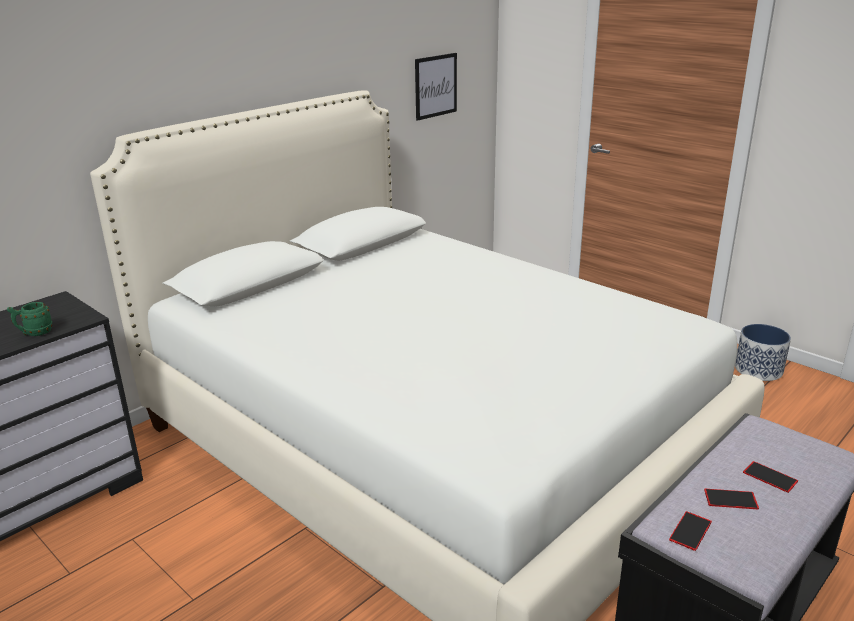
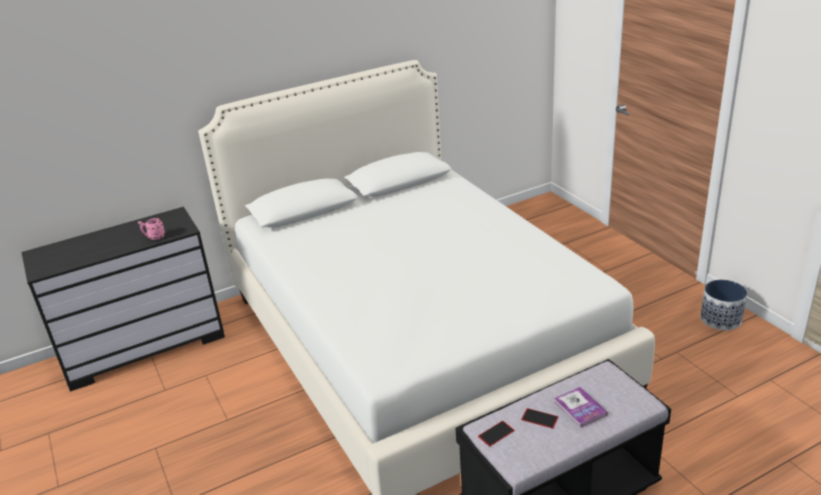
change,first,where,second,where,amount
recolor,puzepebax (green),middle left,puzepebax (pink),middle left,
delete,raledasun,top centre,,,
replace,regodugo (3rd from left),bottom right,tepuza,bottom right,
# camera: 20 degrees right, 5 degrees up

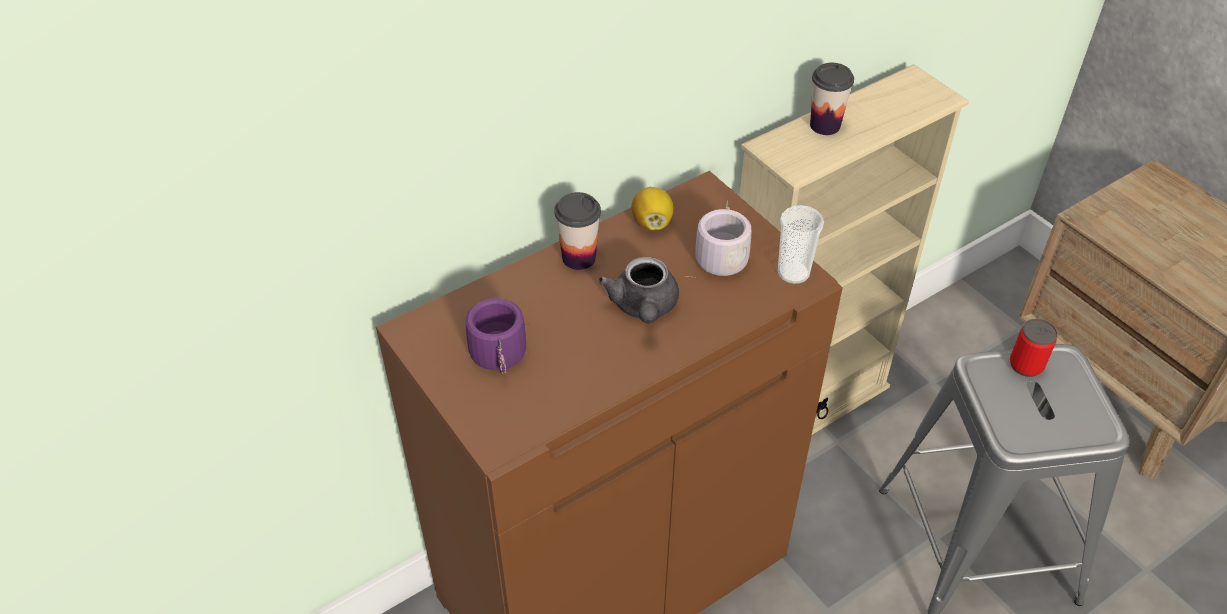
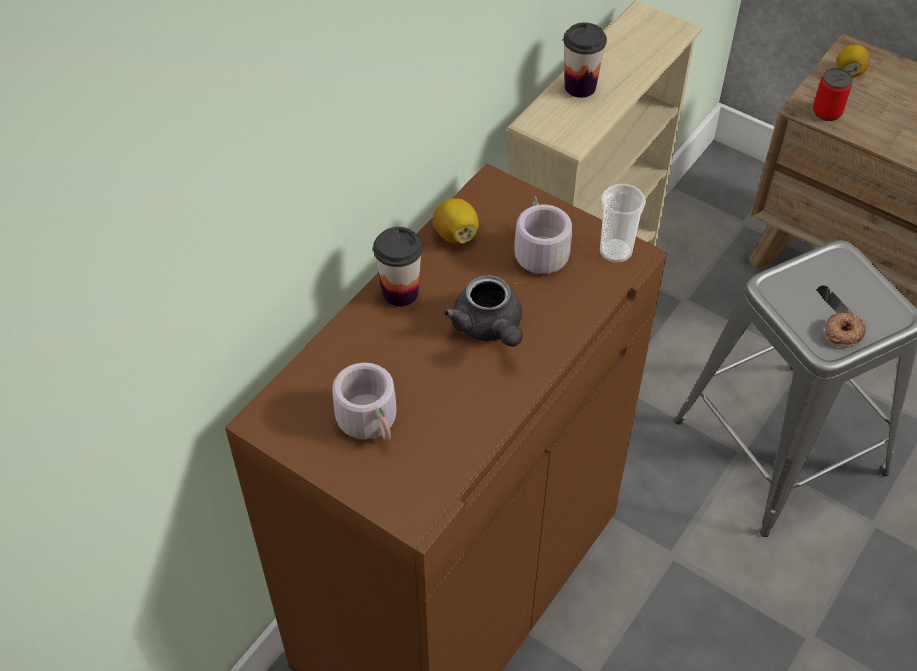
change,first,where,second,where,amount
recolor,puzepebax (purple),centre,puzepebax (grey) (1st from left),centre,
move,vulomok,middle right,,top right,
insert,,,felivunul,middle right,
insert,,,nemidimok (2nd from left),top right,
# camera: 20 degrees left, 5 degrees up

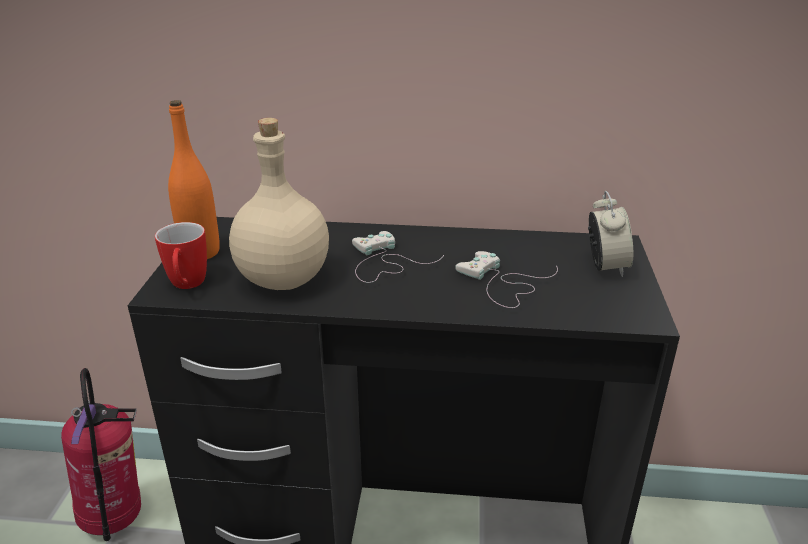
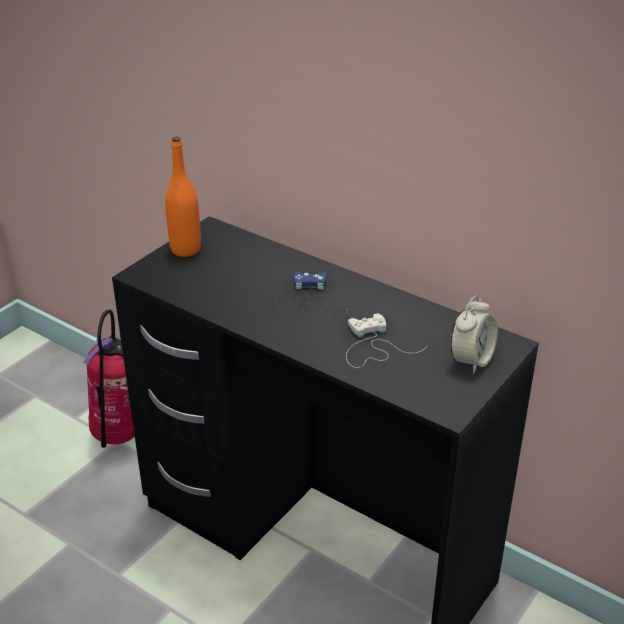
change,first,where,second,where,amount
delete,puzepebax,middle left,,,
delete,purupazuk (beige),centre,,,
recolor,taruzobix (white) (1st from left),centre,taruzobix (blue),centre,
# camera: 30 degrees right, 5 degrees up

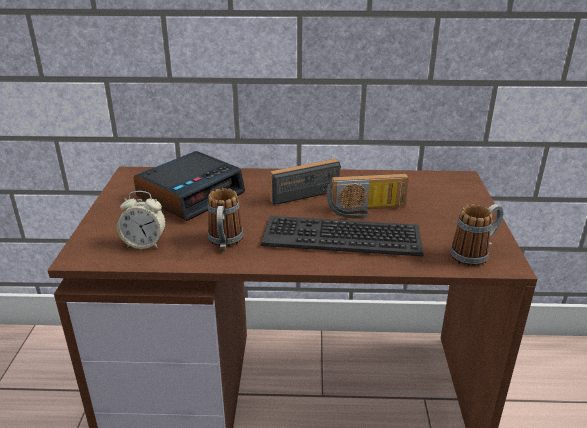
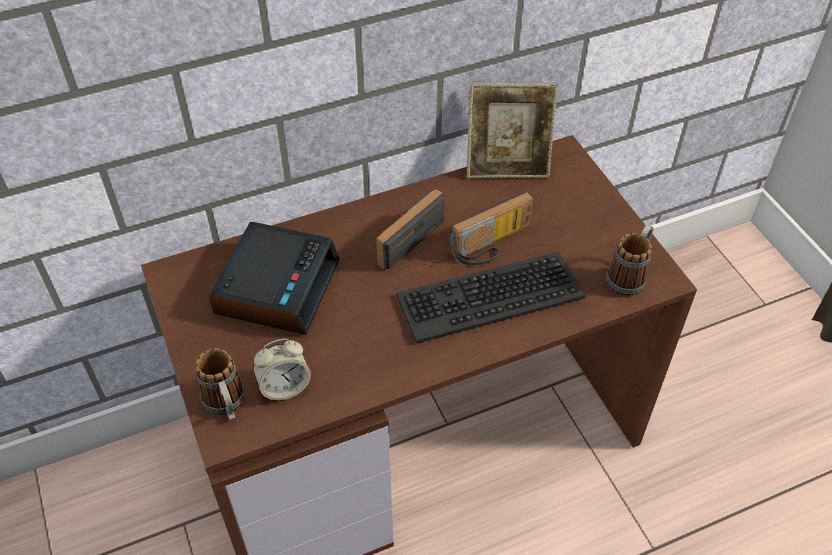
change,first,where,second,where,amount
move,puzepebax (1st from left),centre,,bottom left,
insert,,,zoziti,top centre,
# camera: 25 degrees left, 20 degrees up

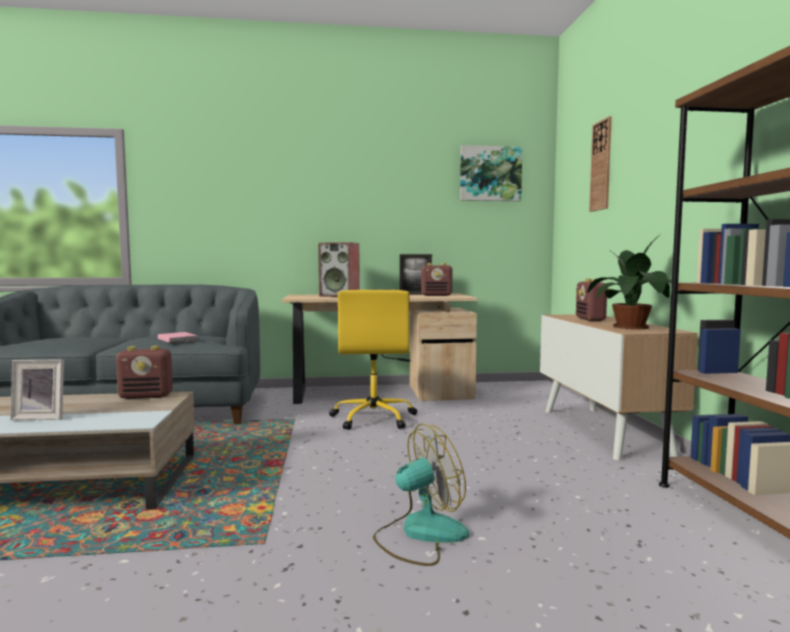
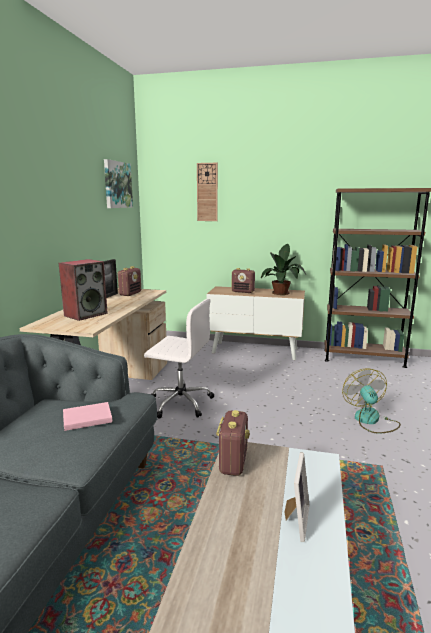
change,first,where,second,where,amount
recolor,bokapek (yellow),centre,bokapek (white),centre,
# camera: 70 degrees left, 10 degrees up

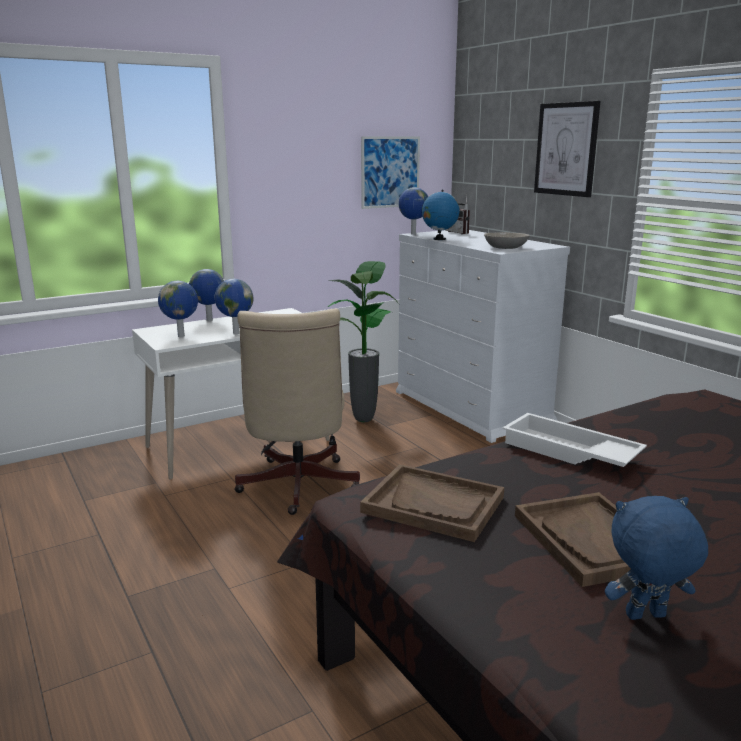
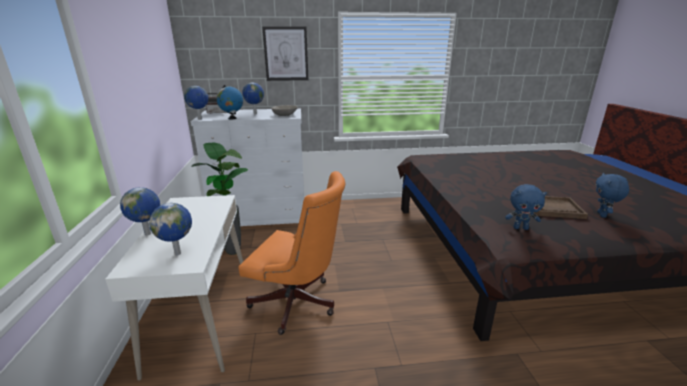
change,first,where,second,where,amount
move,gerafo (3rd from left in the first image),middle left,gerafo (5th from left),top centre,
recolor,bokapek (beige),centre,bokapek (orange),centre,
replace,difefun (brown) (1st from left),bottom centre,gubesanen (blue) (1st from left),middle right,
delete,raledasun (1st from left),top centre,,,
delete,difefun (white),middle right,,,
# camera: 65 degrees left, 5 degrees up

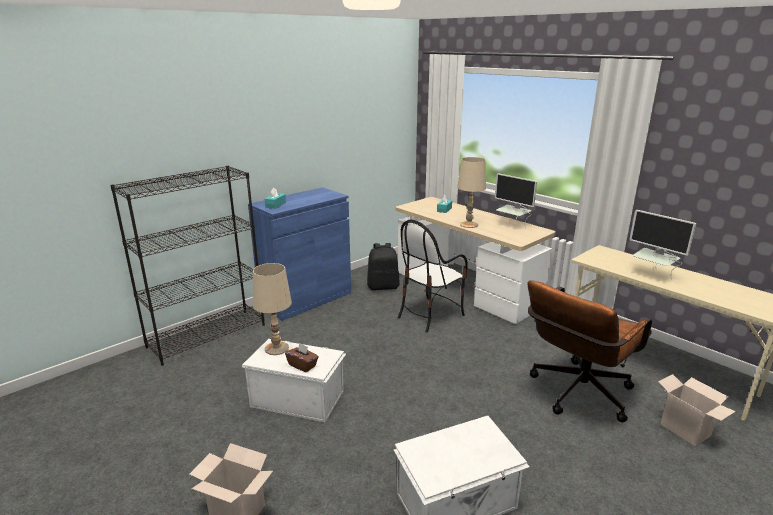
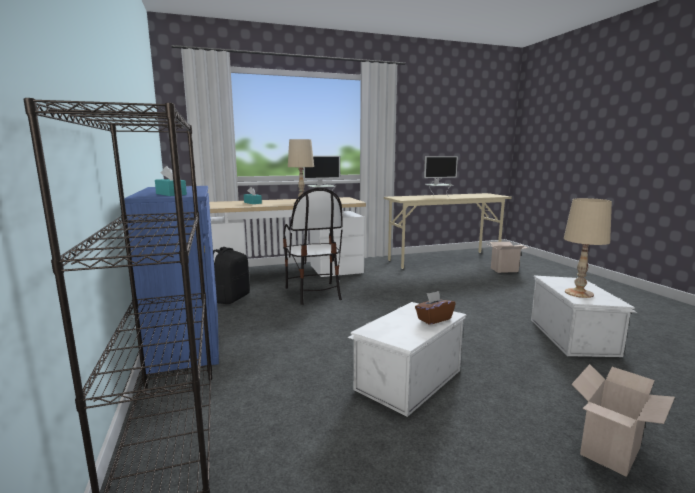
change,first,where,second,where,amount
move,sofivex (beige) (1st from left in the first image),centre,sofivex (beige) (2nd from left),middle right,
delete,bokapek (brown),bottom right,,,
# camera: 65 degrees left, 10 degrees down

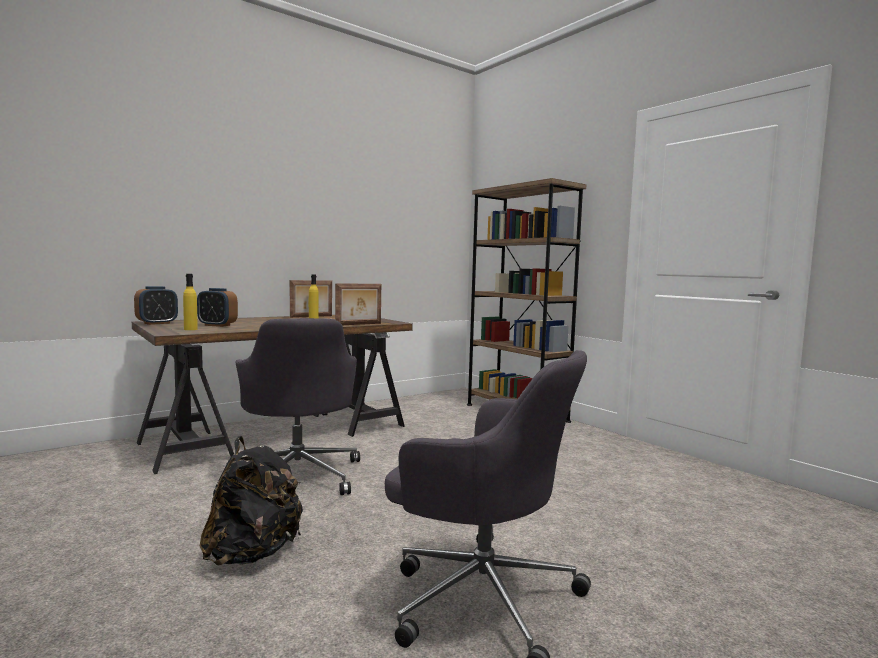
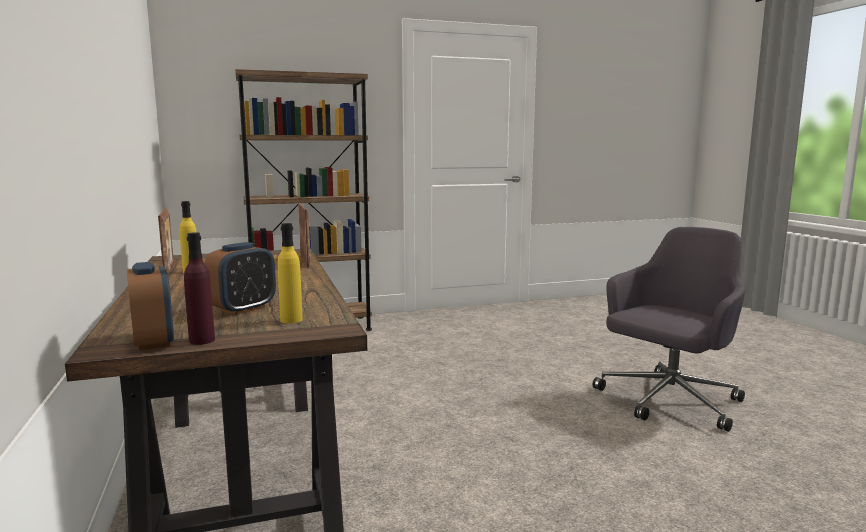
change,first,where,second,where,amount
delete,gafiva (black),bottom left,,,
delete,bokapek (grey) (1st from left),centre,,,
insert,,,purupazuk (purple),middle left,
# camera: 70 degrees left, 5 degrees up

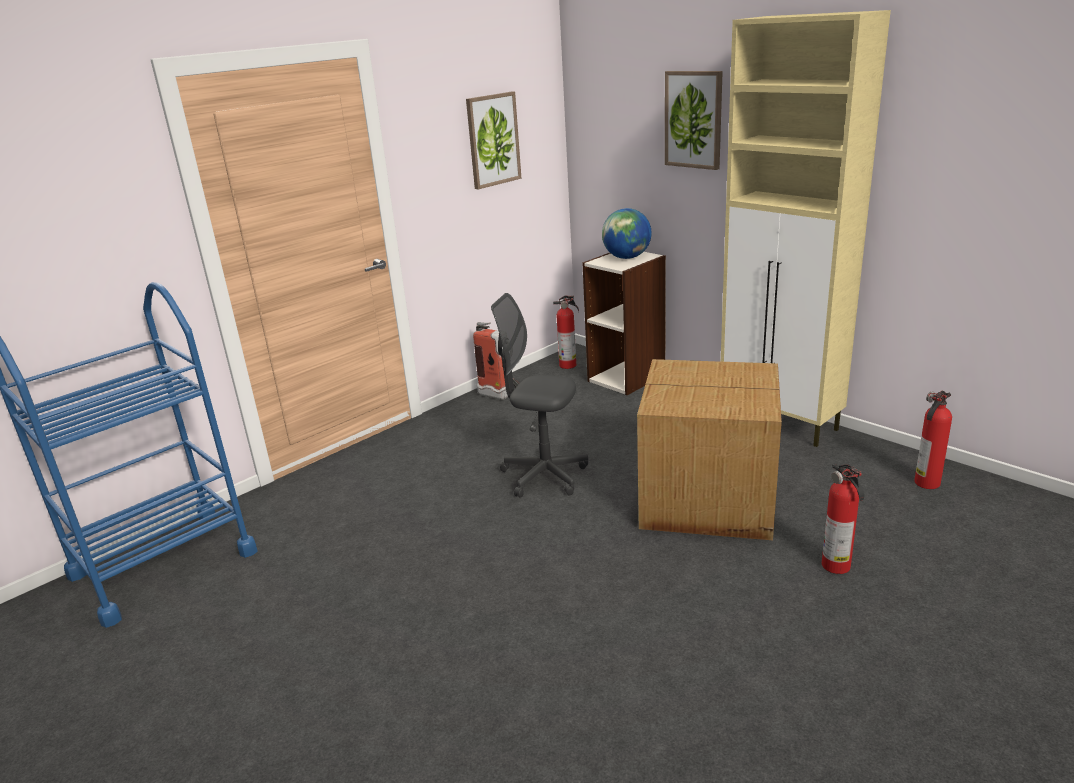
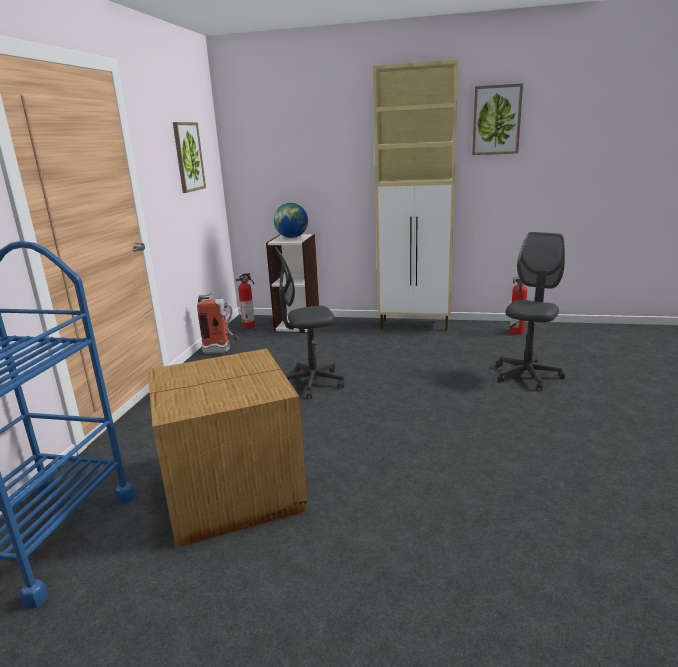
change,first,where,second,where,amount
move,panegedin,centre,,bottom centre,
move,raledasun (2nd from left),top centre,,top right,
replace,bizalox (3rd from left),middle right,bokapek (grey) (2nd from left),middle right,
# camera: 35 degrees left, 5 degrees down

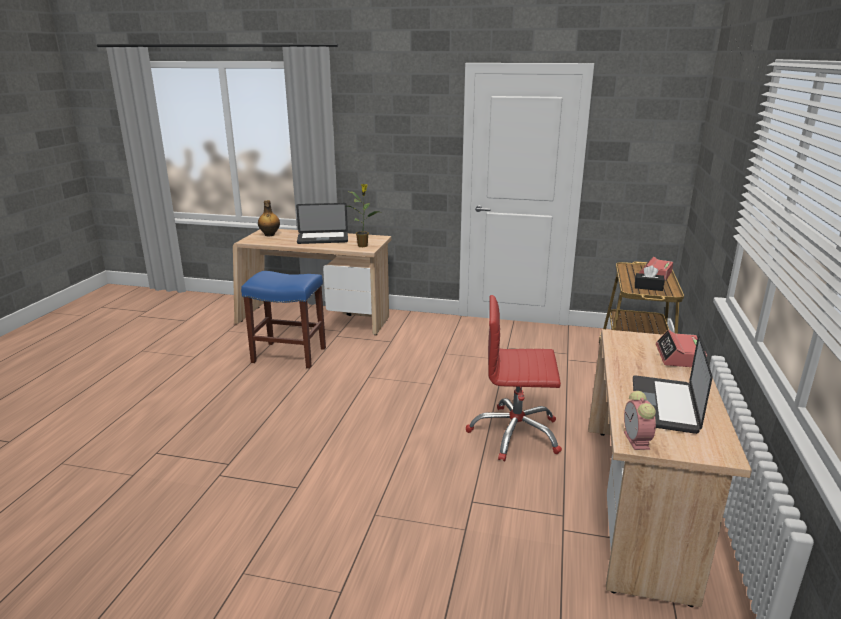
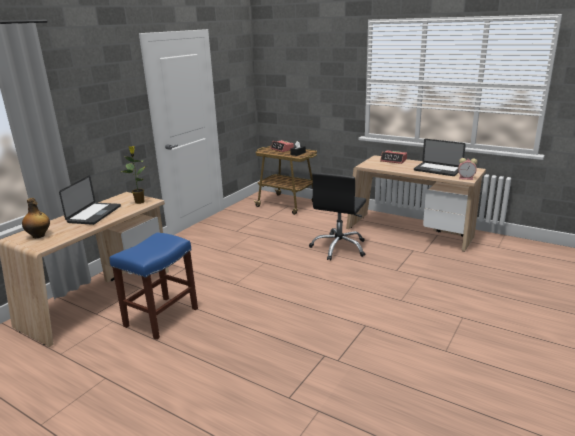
change,first,where,second,where,amount
recolor,bokapek (red),centre,bokapek (black),centre,
# camera: 70 degrees left, 0 degrees up

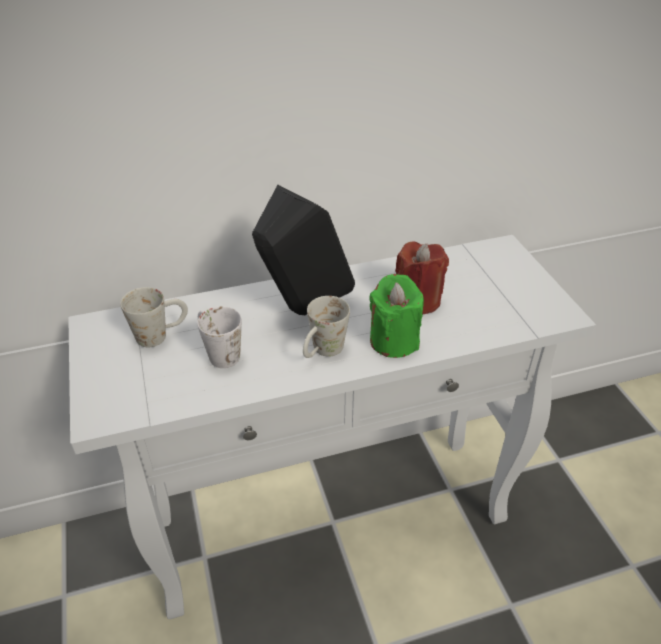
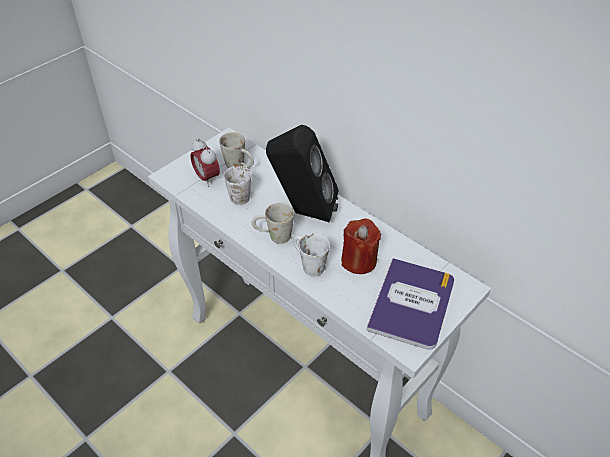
change,first,where,second,where,amount
replace,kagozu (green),centre,puzepebax (white) (4th from left),centre,
insert,,,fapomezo,centre,
insert,,,tepuza,middle right,
# camera: 60 degrees right, 5 degrees up

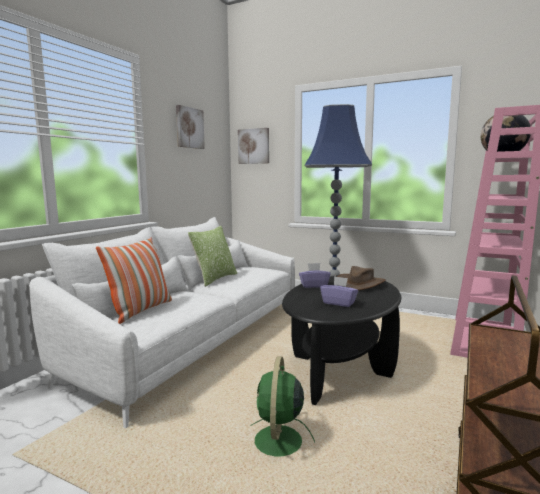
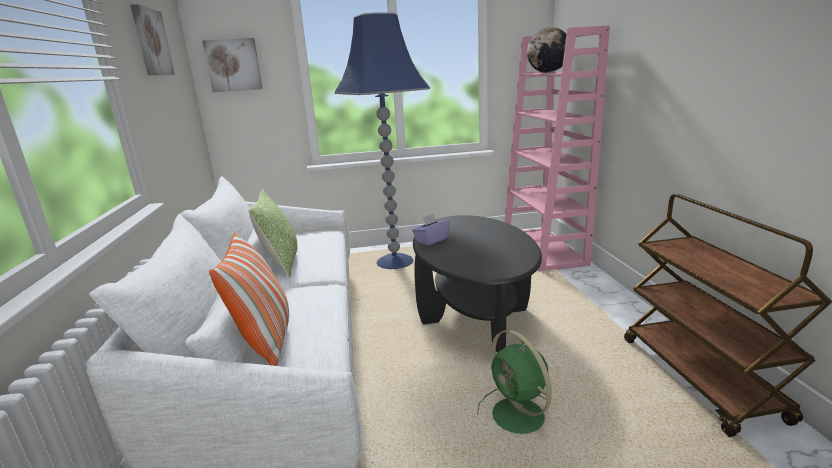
change,first,where,second,where,amount
delete,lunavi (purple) (2nd from left),centre,,,
delete,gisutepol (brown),middle right,,,
# camera: 35 degrees left, 10 degrees up

